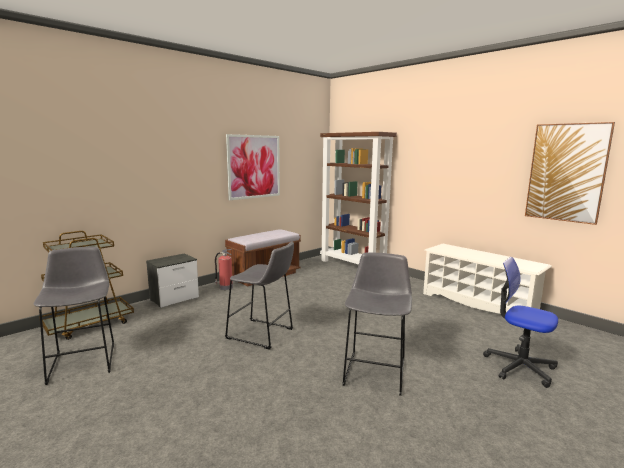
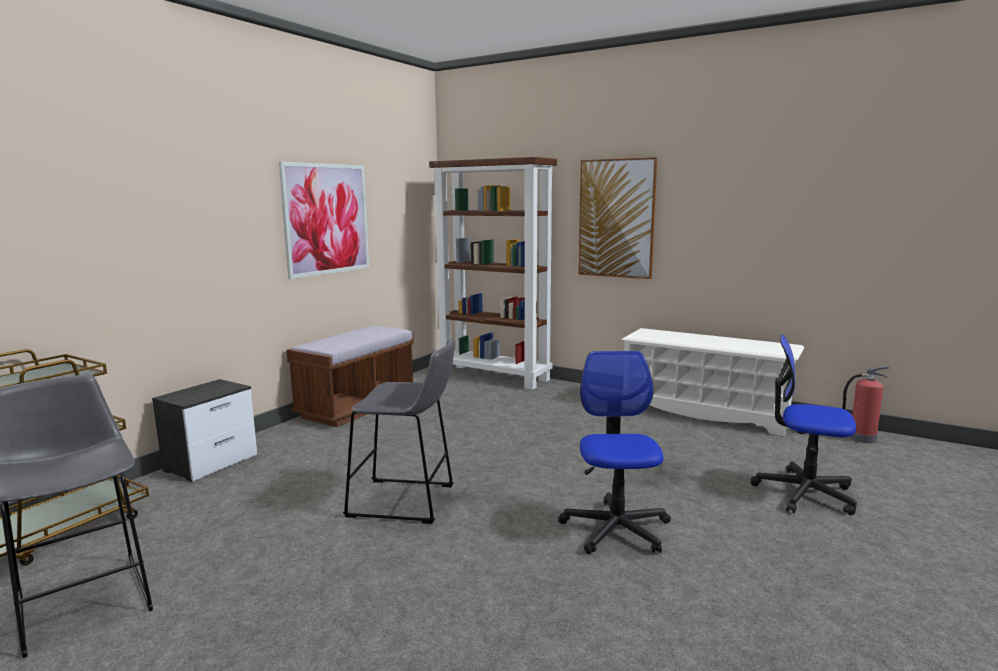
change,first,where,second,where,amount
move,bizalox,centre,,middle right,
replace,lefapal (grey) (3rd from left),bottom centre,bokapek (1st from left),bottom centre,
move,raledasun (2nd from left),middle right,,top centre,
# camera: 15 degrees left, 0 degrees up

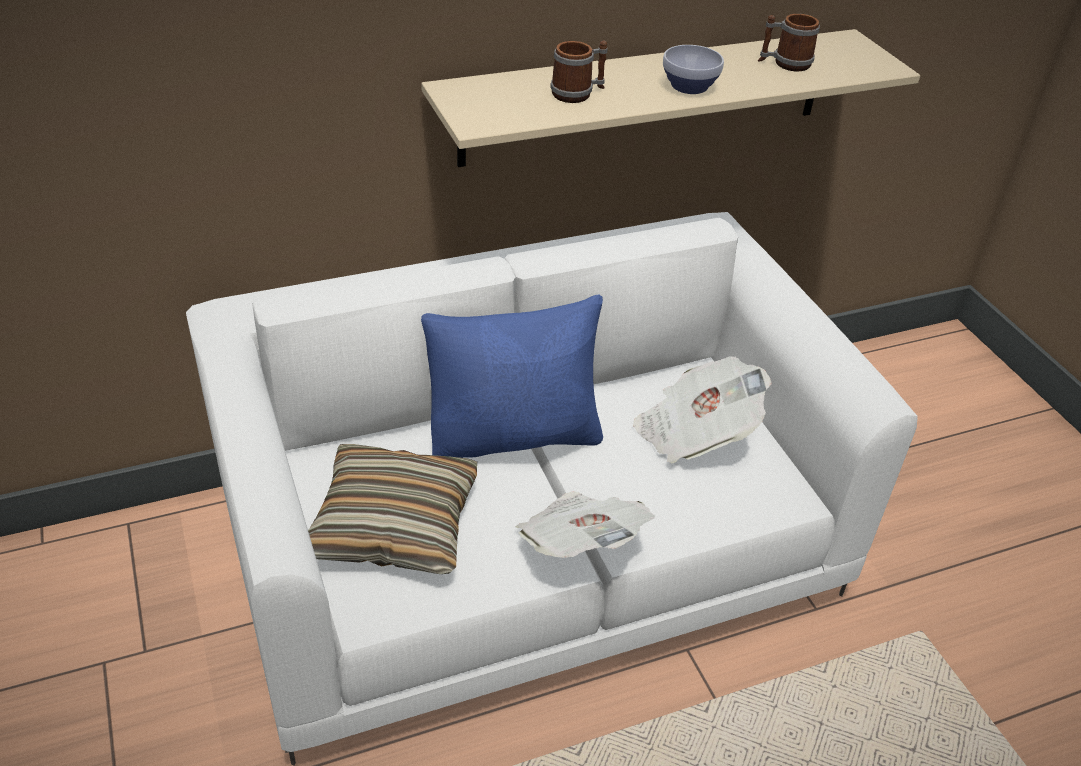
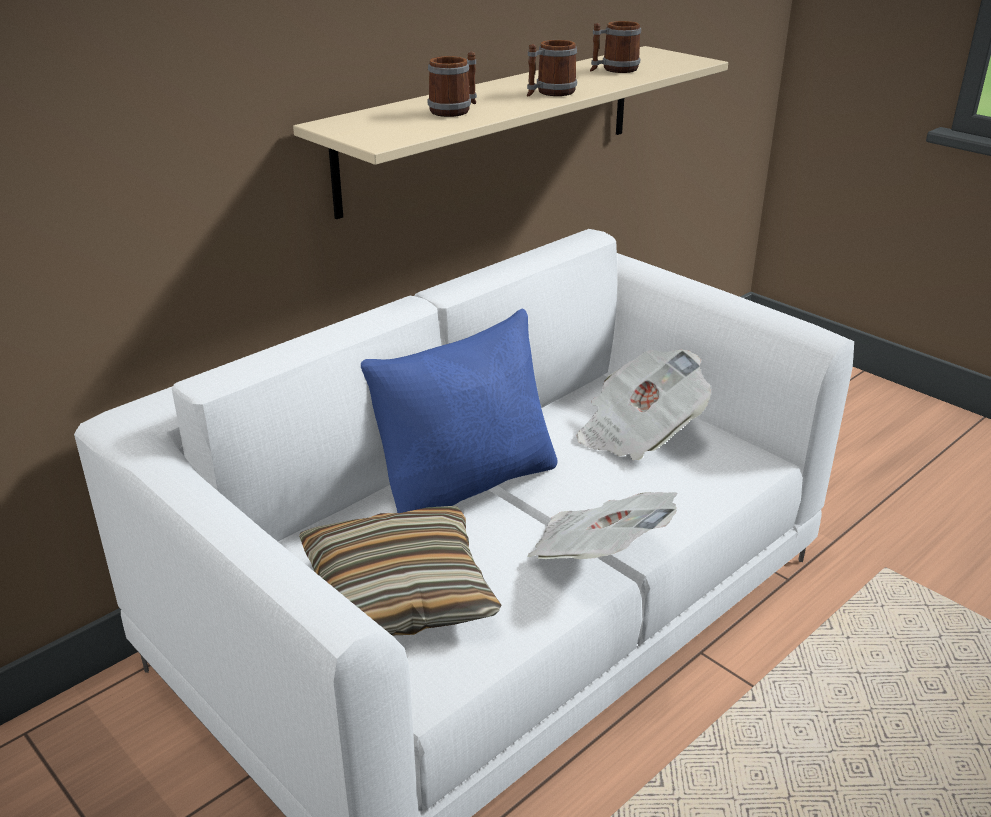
change,first,where,second,where,amount
replace,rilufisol,top centre,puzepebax (2nd from left),top centre,
# camera: 20 degrees left, 10 degrees down

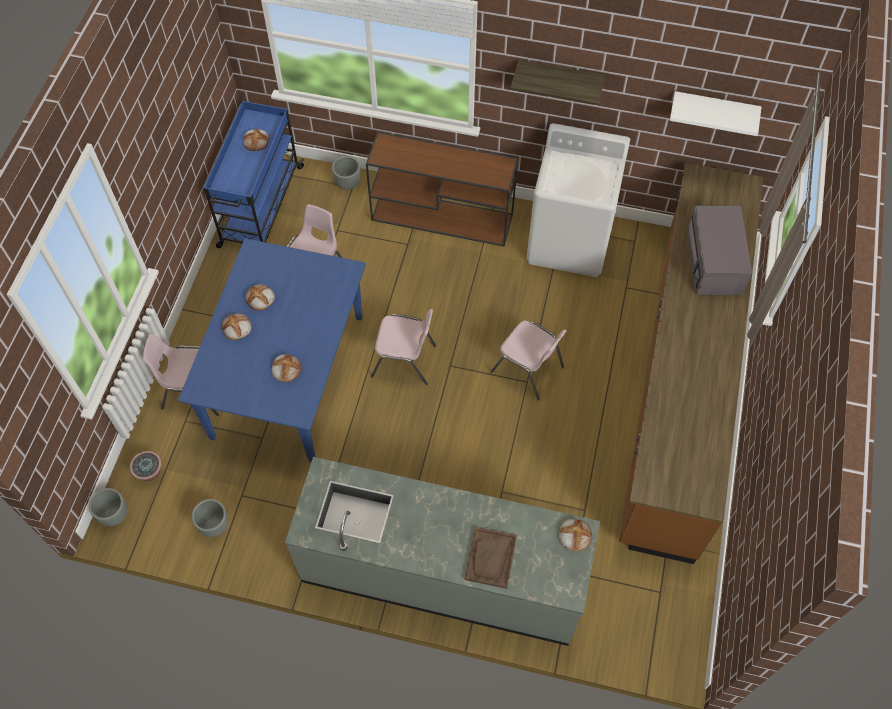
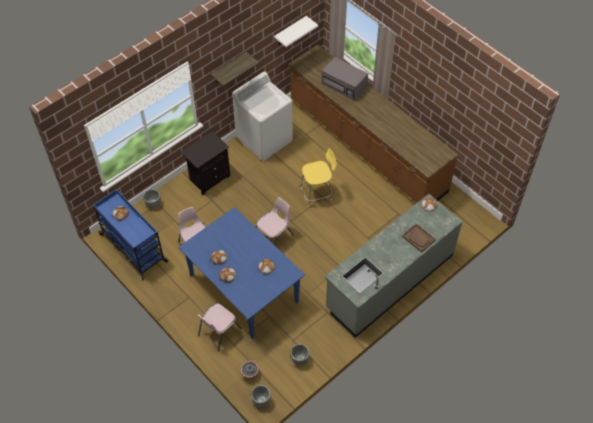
change,first,where,second,where,amount
replace,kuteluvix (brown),top centre,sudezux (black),centre,
replace,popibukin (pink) (4th from left),centre,lefapal (yellow),centre,
# camera: 55 degrees left, 5 degrees down

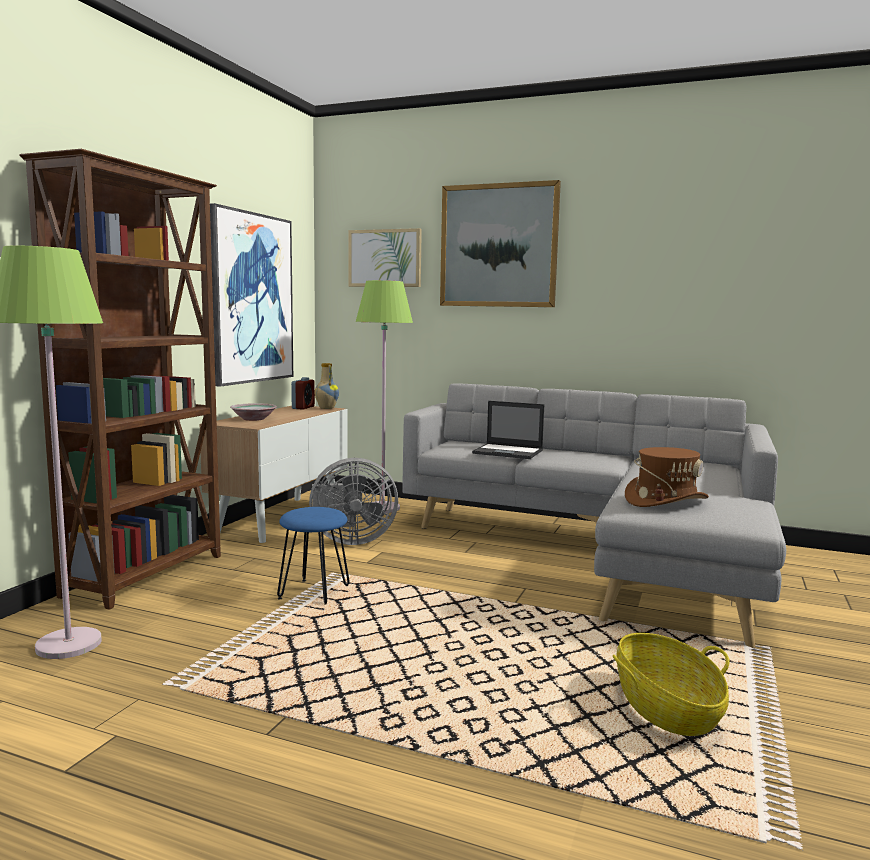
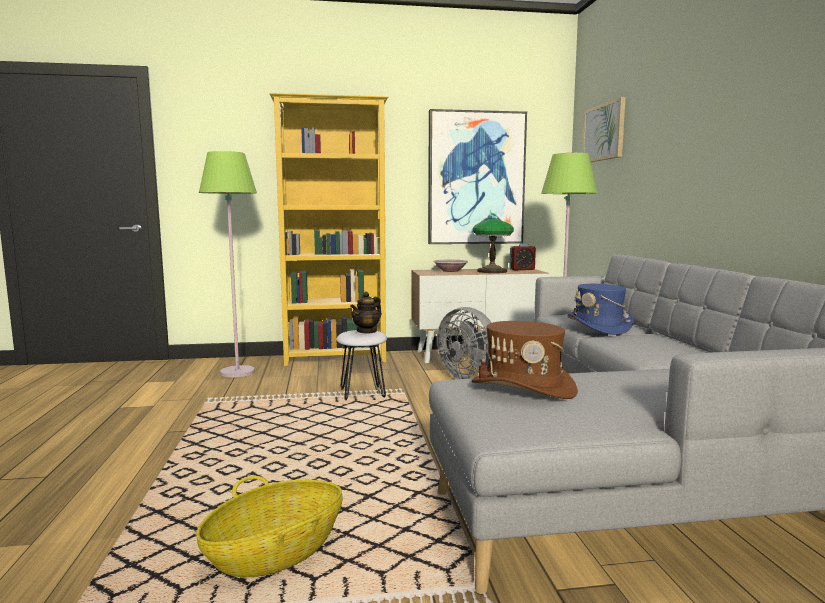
change,first,where,second,where,amount
recolor,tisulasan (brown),middle left,tisulasan (yellow),centre,
recolor,lefapal (blue),centre,lefapal (white),centre,
delete,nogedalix,centre,,,
delete,raledasun (3rd from left),top centre,,,
replace,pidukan,centre,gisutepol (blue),middle right,
insert,,,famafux,centre,
insert,,,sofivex,centre,
# camera: 60 degrees right, 0 degrees up

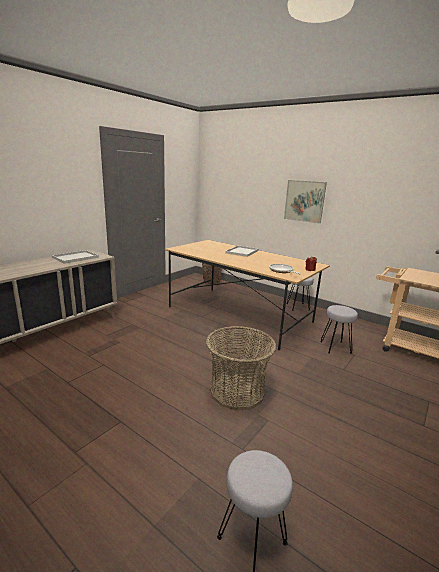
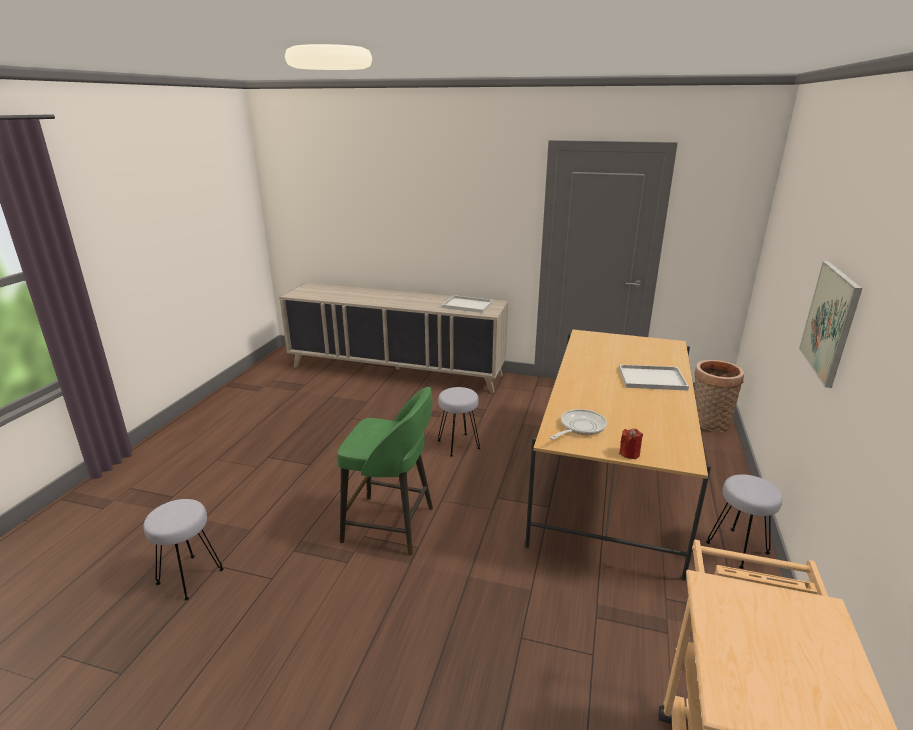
change,first,where,second,where,amount
replace,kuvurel (2nd from left),centre,lefapal (green),centre,
move,lefapal (grey) (3rd from left in the first image),middle right,lefapal (grey) (2nd from left),centre,
# camera: 70 degrees right, 5 degrees up

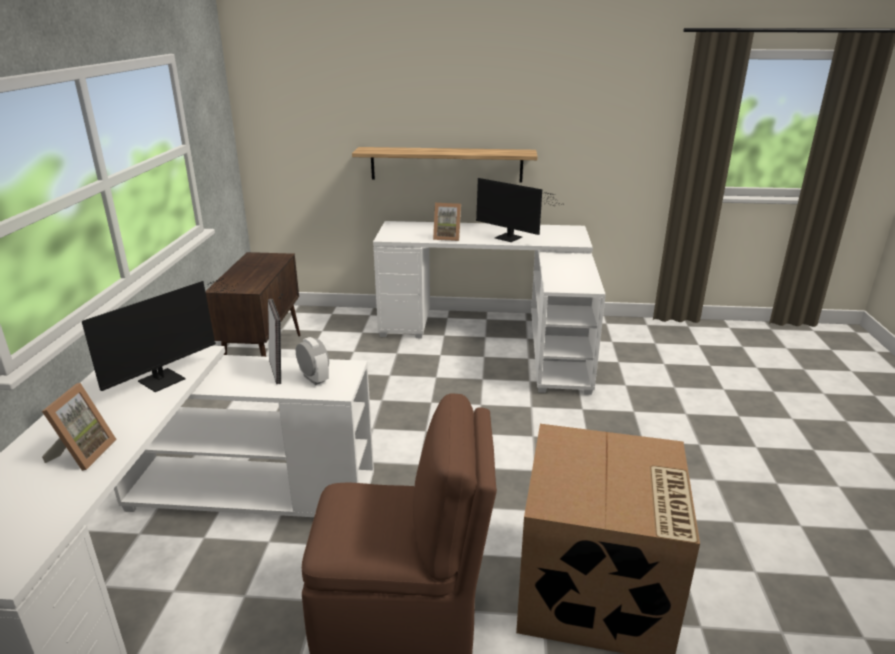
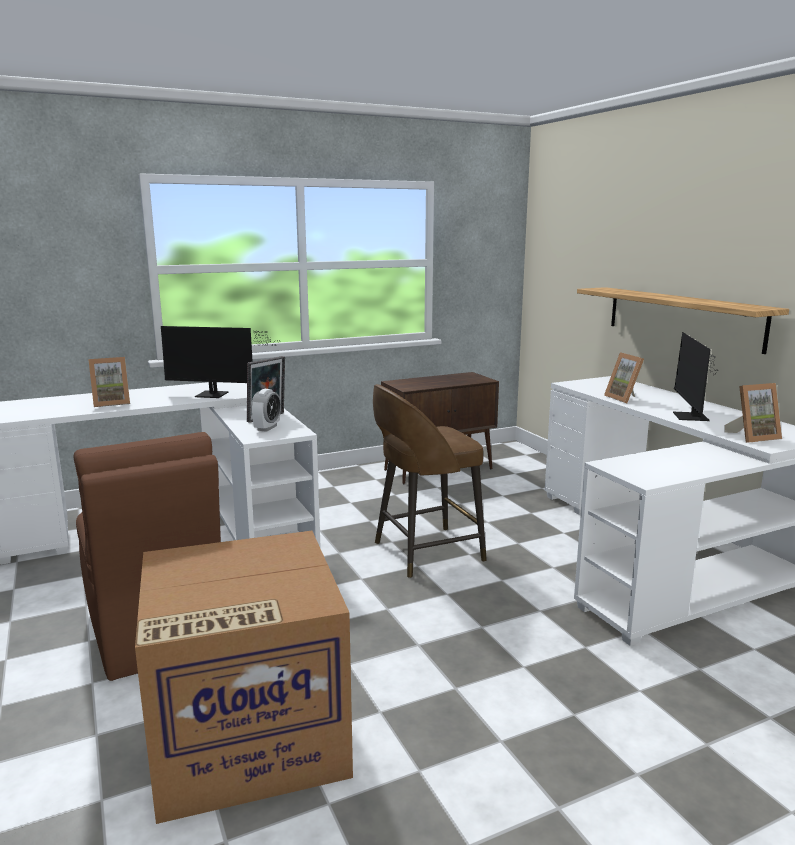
change,first,where,second,where,amount
insert,,,lefapal (brown),centre,
insert,,,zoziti (4th from left),middle right,
# camera: 60 degrees right, 10 degrees down

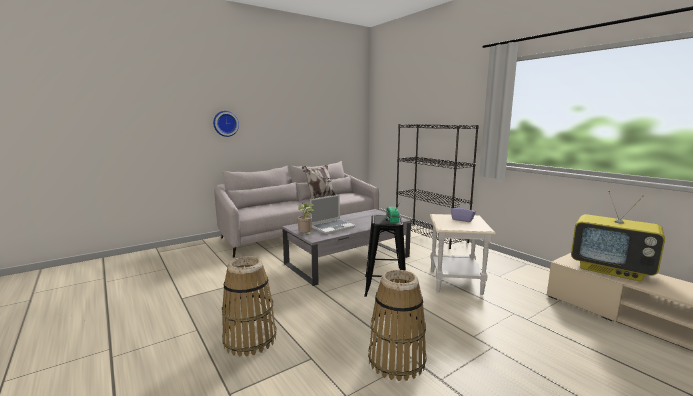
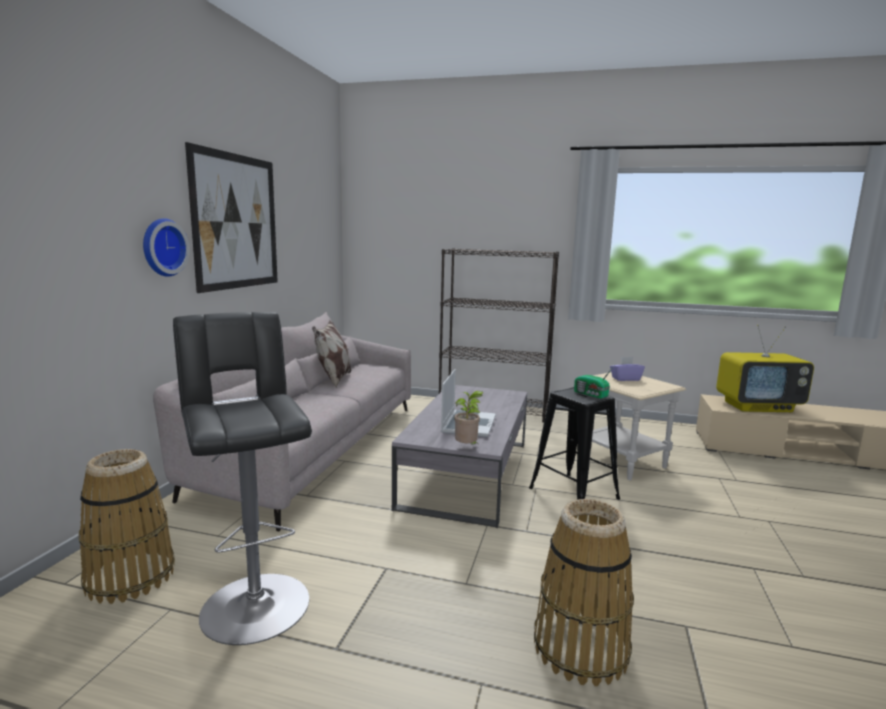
change,first,where,second,where,amount
move,kuvurel (2nd from left in the first image),bottom centre,kuvurel (1st from left),bottom left,
insert,,,lefapal (black) (1st from left),bottom left,
insert,,,raledasun,top left,
# camera: 40 degrees left, 0 degrees up

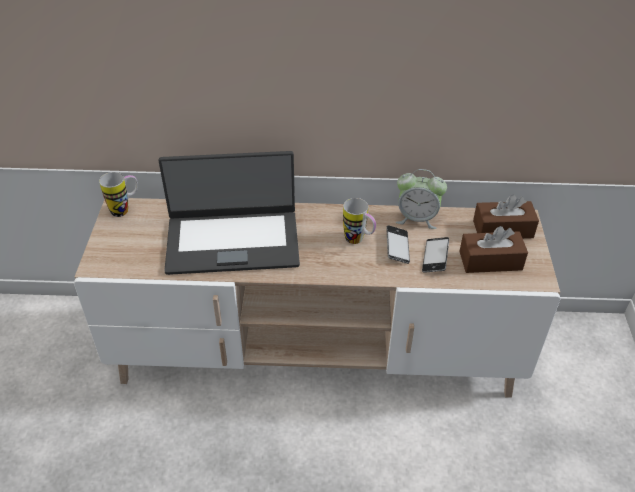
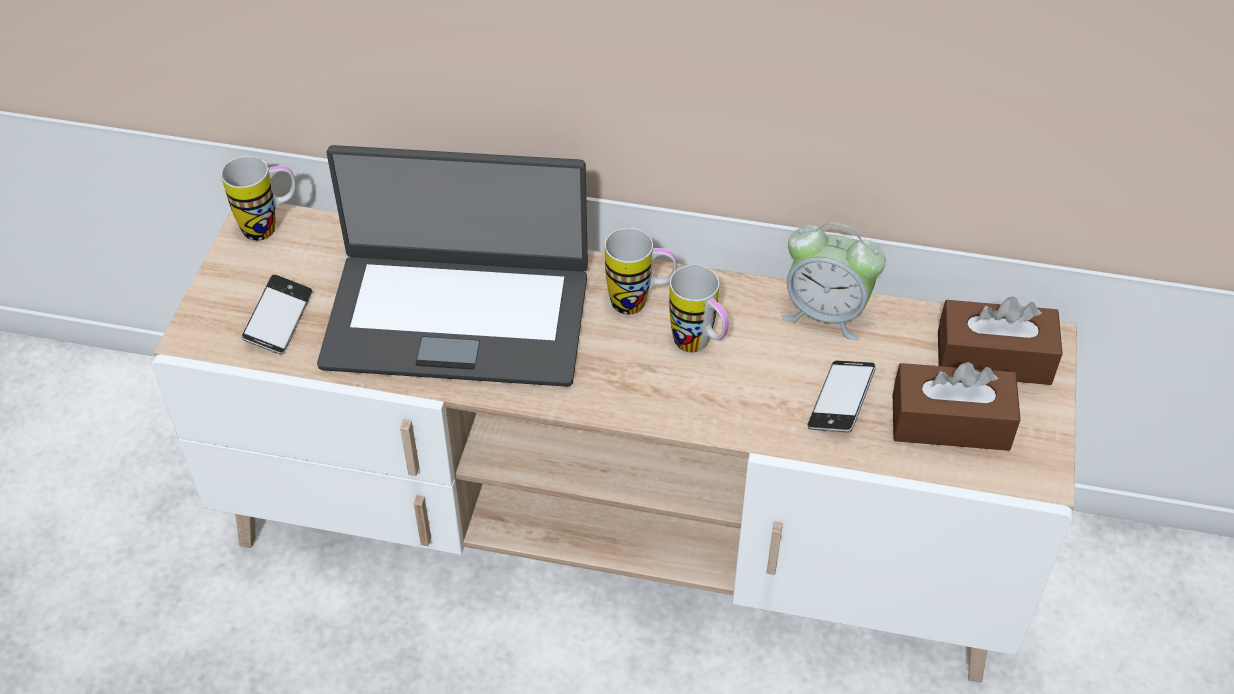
change,first,where,second,where,amount
move,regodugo (1st from left),centre,,middle left,
insert,,,puzepebax (2nd from left),centre,
# camera: 10 degrees right, 5 degrees up

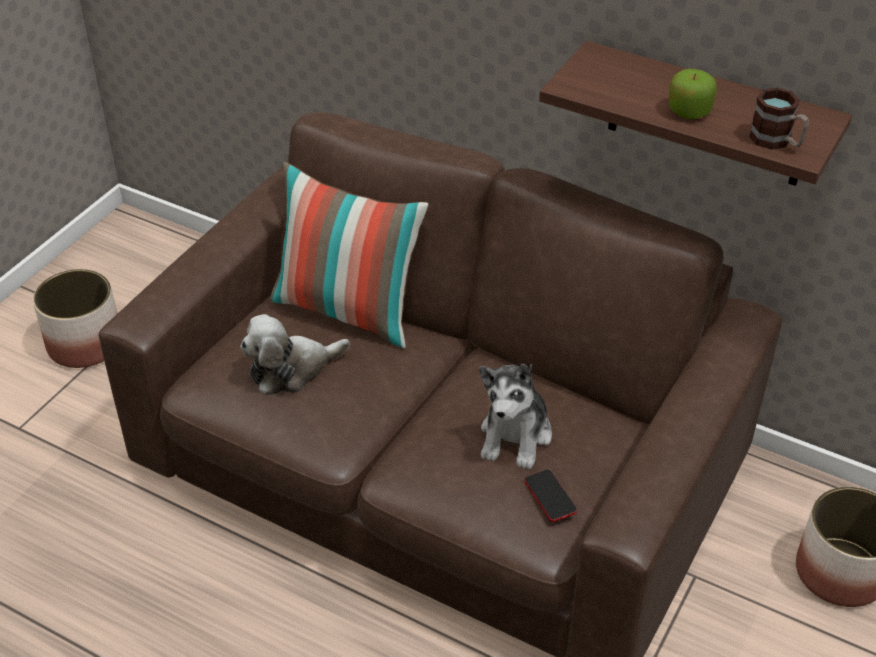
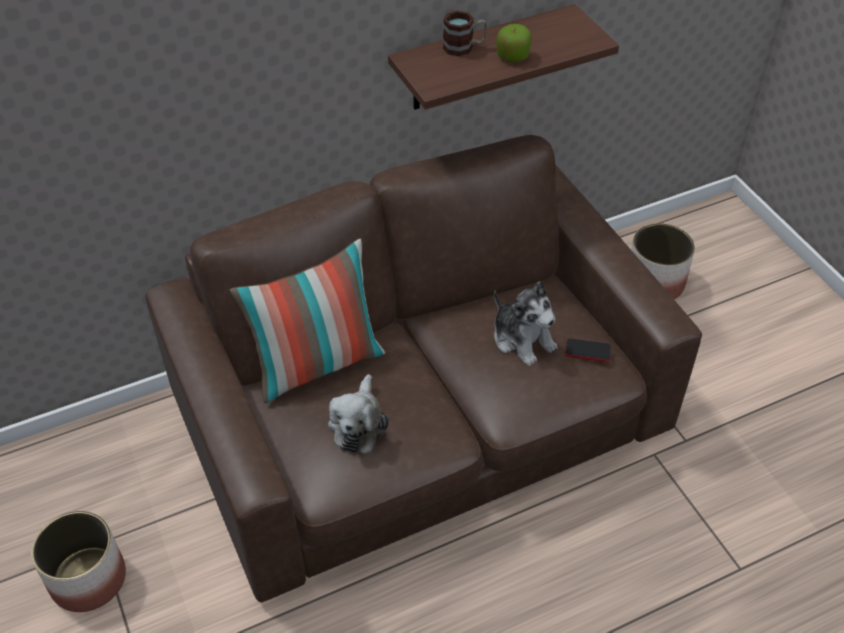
change,first,where,second,where,amount
move,puzepebax,top right,,top centre,
# camera: 55 degrees left, 5 degrees up

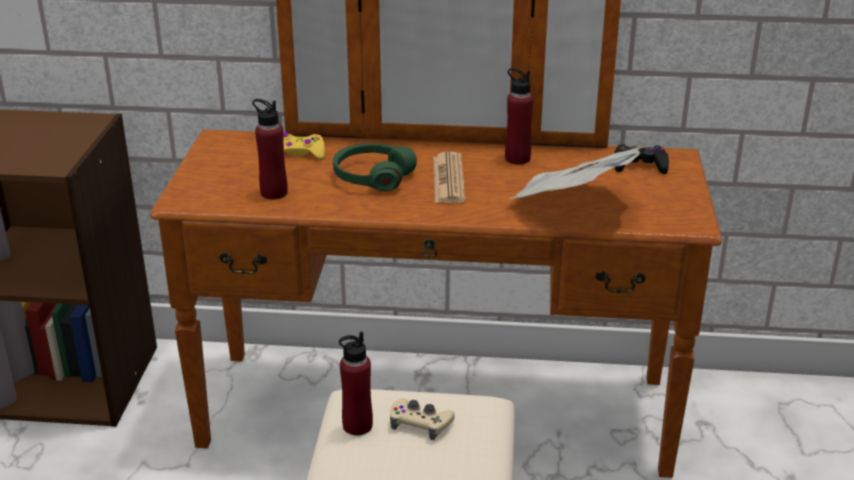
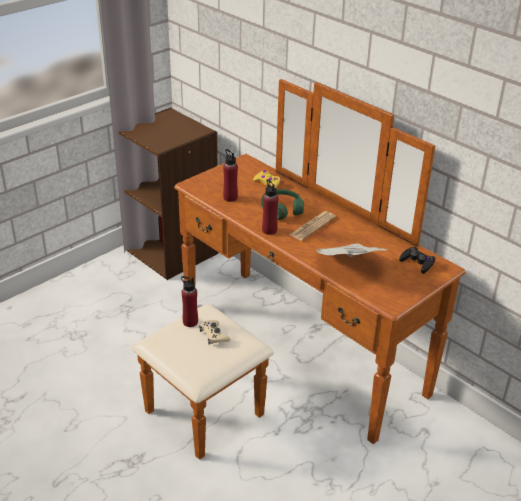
change,first,where,second,where,amount
move,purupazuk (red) (3rd from left),top centre,,centre,
# camera: 40 degrees right, 5 degrees up

